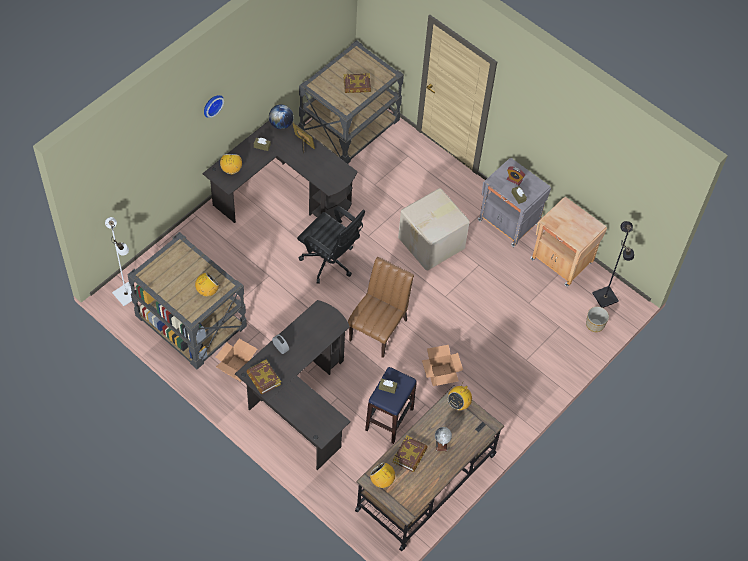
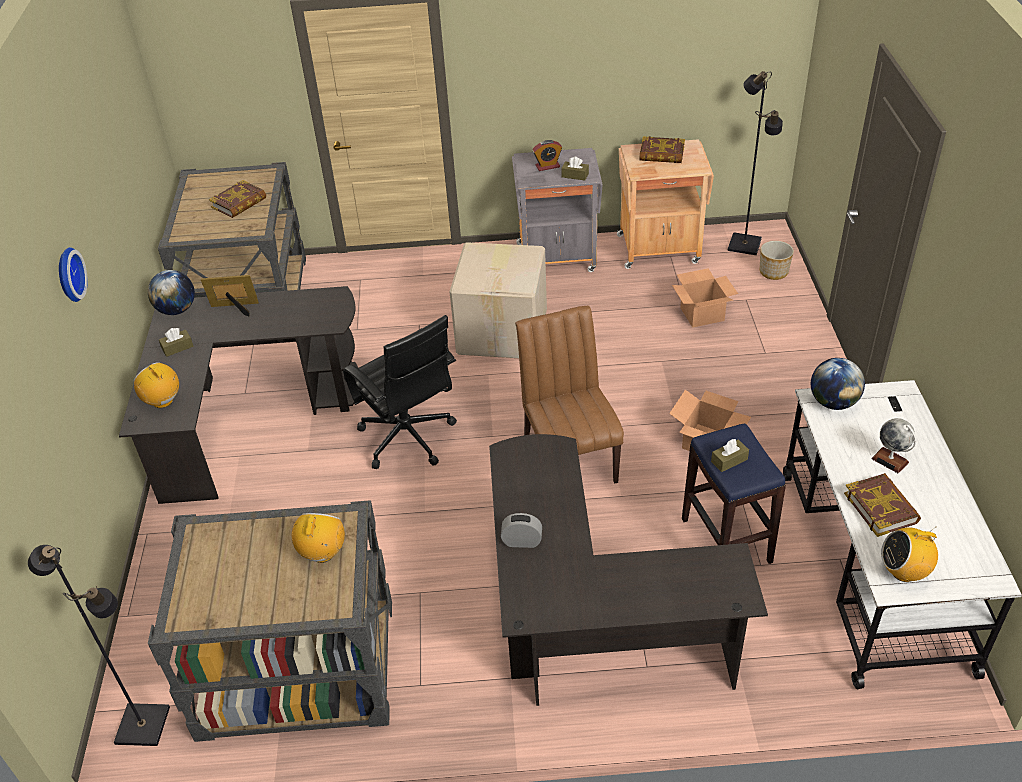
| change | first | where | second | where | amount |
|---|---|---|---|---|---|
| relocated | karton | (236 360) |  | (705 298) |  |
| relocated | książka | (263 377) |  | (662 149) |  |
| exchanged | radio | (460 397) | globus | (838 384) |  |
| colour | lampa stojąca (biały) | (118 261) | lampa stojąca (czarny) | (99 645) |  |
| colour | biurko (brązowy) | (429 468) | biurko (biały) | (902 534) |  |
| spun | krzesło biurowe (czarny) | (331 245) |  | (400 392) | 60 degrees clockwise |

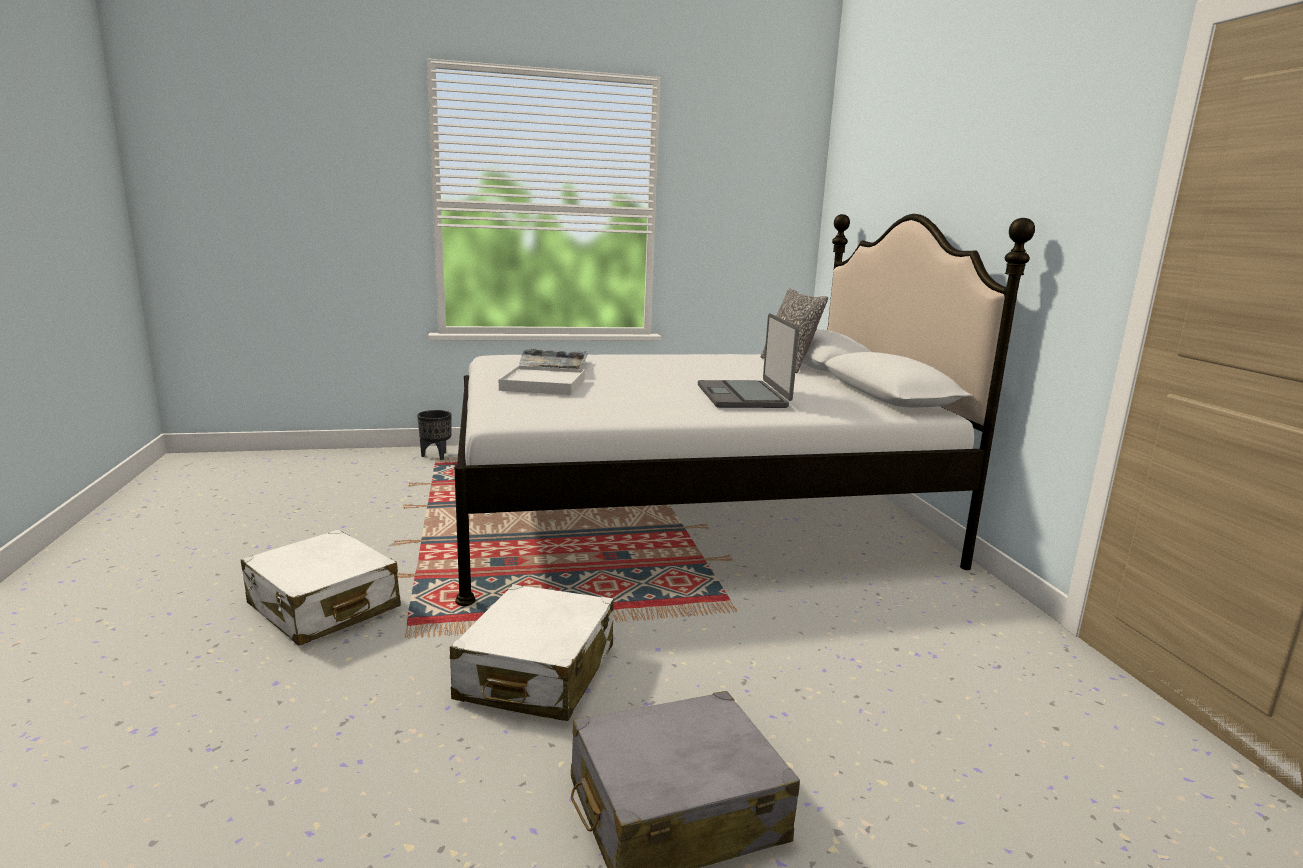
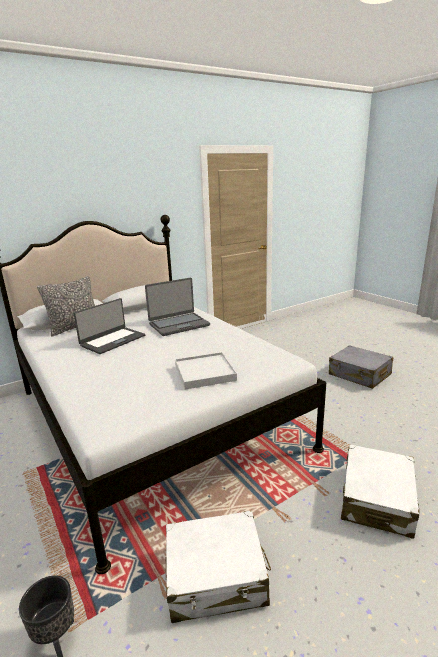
| change | first | where | second | where | amount |
|---|---|---|---|---|---|
| missing | taca (szary) | (553 359) |  |  |  |
| appeared |  |  | laptop | (109 326) |  |
| relocated | walizka (biały) | (532 652) |  | (218 567) |  |

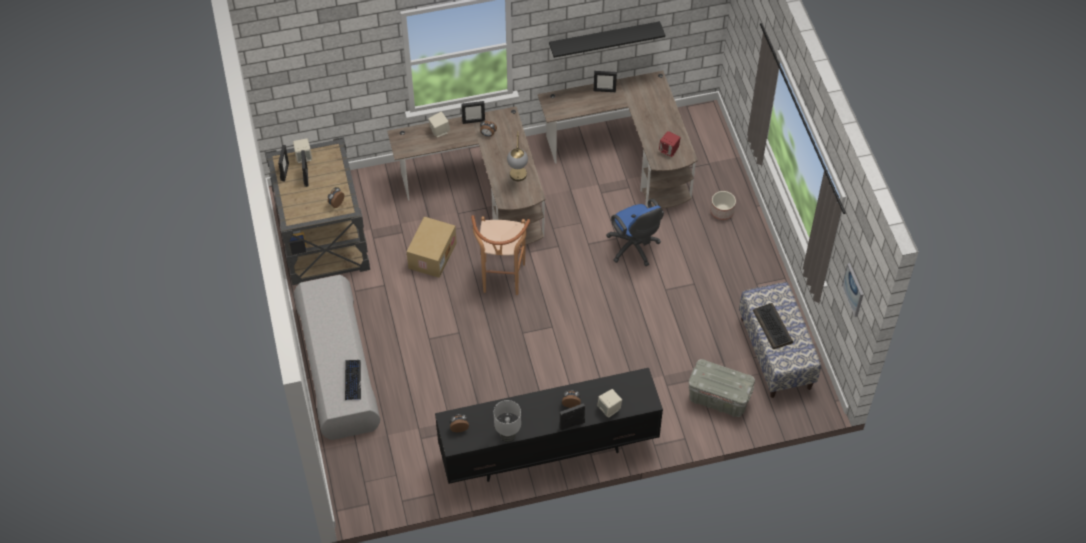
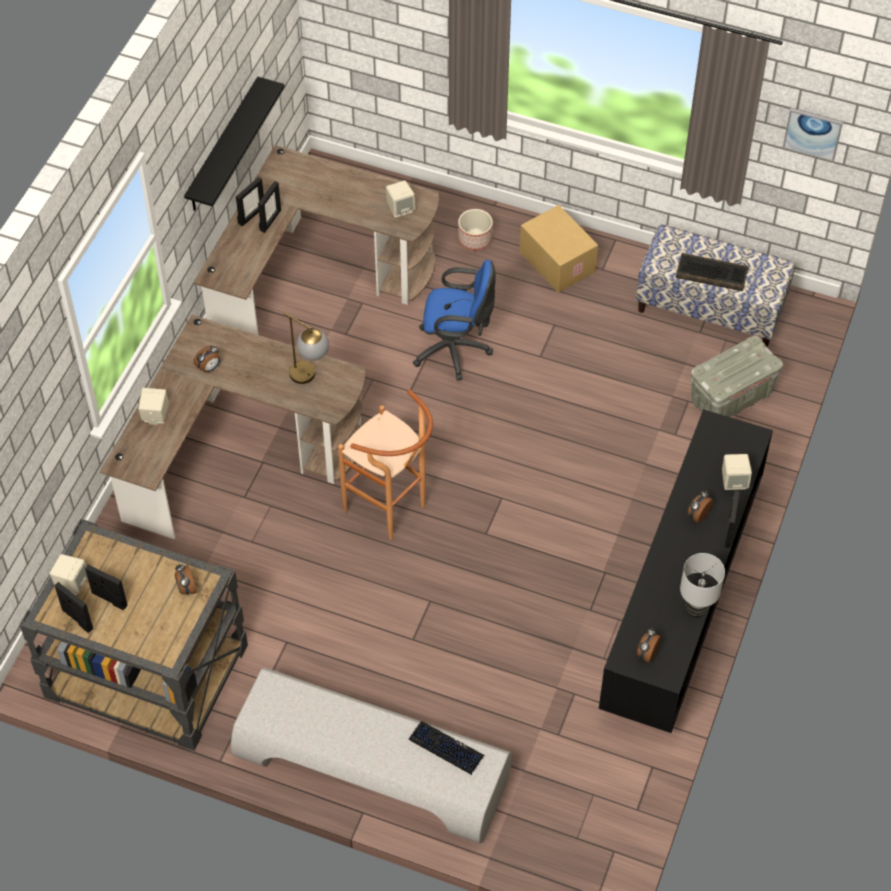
| change | first | where | second | where | amount |
|---|---|---|---|---|---|
| relocated | karton | (432 247) |  | (559 249) |  |
| relocated | ramka na zdjęcie | (473 112) |  | (269 207) |  |
| colour | głośnik (czerwony) | (669 144) | głośnik (beżowy) | (400 199) |  |

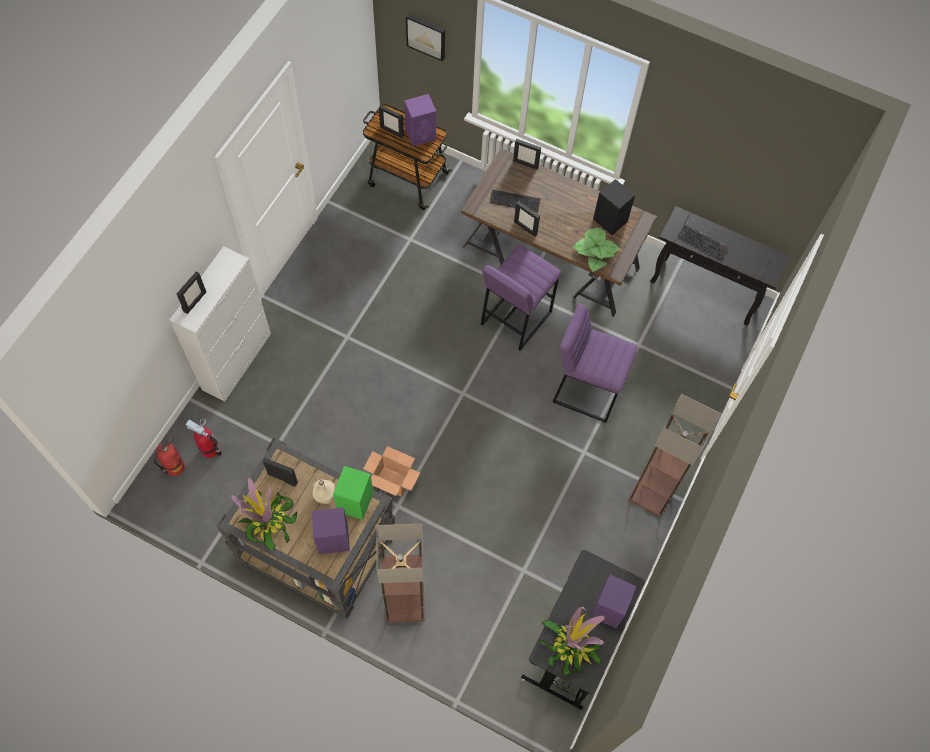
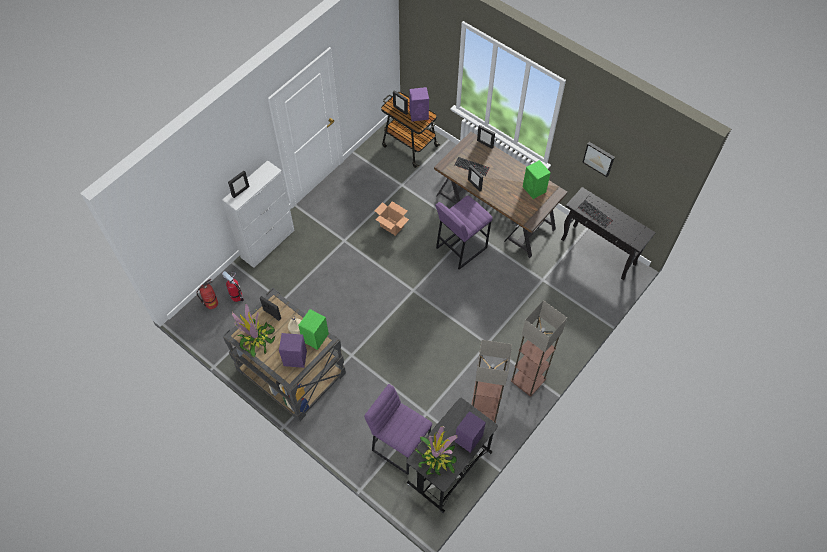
| change | first | where | second | where | amount |
|---|---|---|---|---|---|
| missing | roślina doniczkowa | (596 250) |  |  |  |
| relocated | karton | (391 471) |  | (392 218) |  |
| relocated | lampa stojąca | (400 573) |  | (491 381) |  |
| relocated | obraz | (425 37) |  | (598 159) |  |
| relocated | stołek (fioletowy) | (595 363) |  | (398 429) |  |
| colour | głośnik (czarny) | (614 207) | głośnik (zielony) | (537 179) |  |

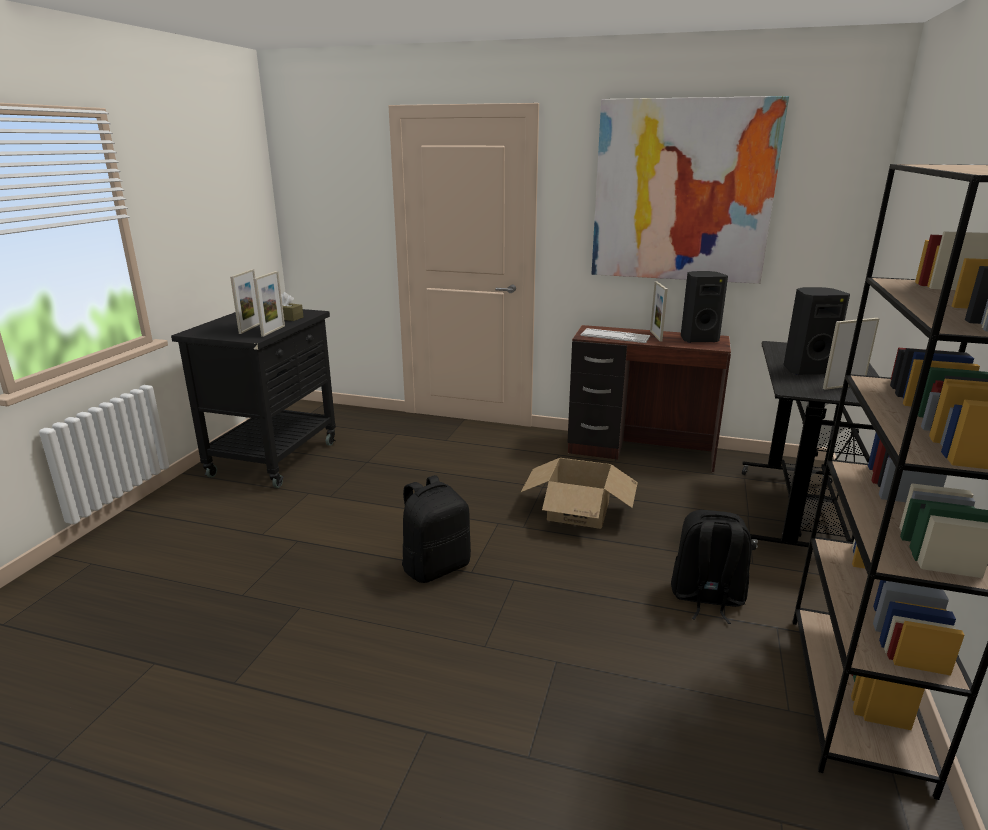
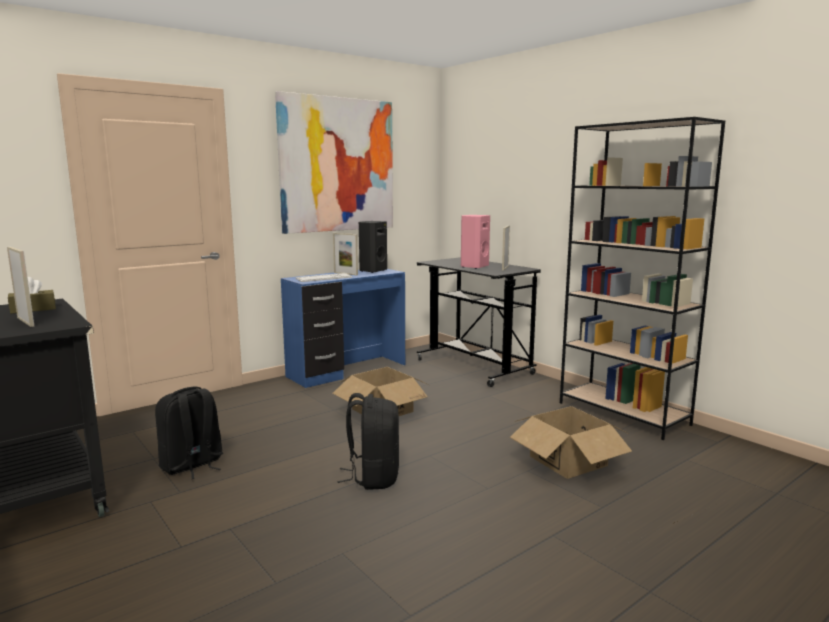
| change | first | where | second | where | amount |
|---|---|---|---|---|---|
| missing | ramka na zdjęcie | (269 304) |  |  |  |
| appeared |  |  | karton | (571 442) |  |
| relocated | plecak (czarny) | (711 567) |  | (189 433) |  |
| colour | biurko (brązowy) | (649 399) | biurko (niebieski) | (343 328) |  |
| colour | głośnik (czarny) | (817 331) | głośnik (różowy) | (475 242) |  |

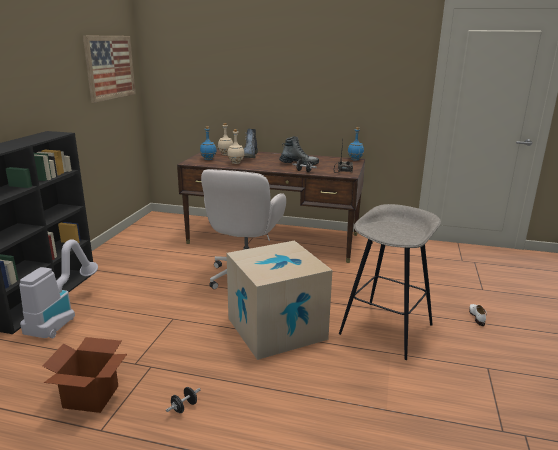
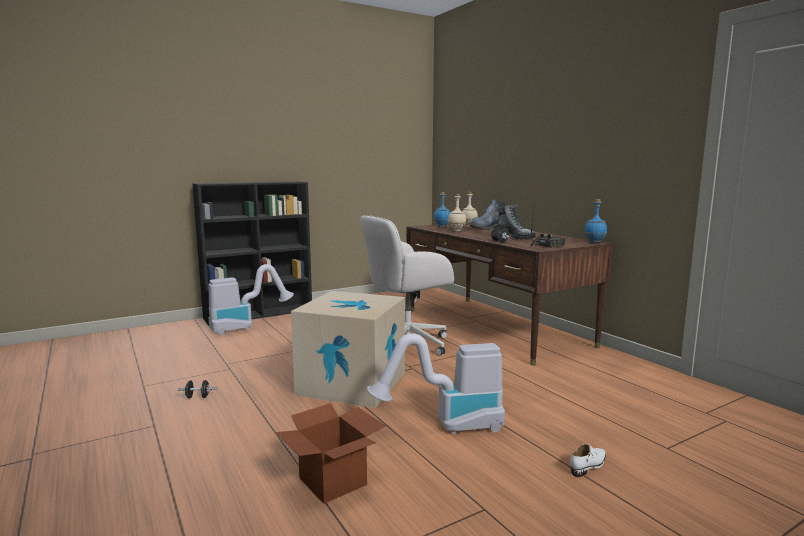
| change | first | where | second | where | amount |
|---|---|---|---|---|---|
| missing | obraz | (109 69) |  |  |  |
| relocated | karton | (85 375) |  | (330 453) |  |
| exchanged | stołek (szary) | (390 282) | odkurzacz | (436 383) |  |

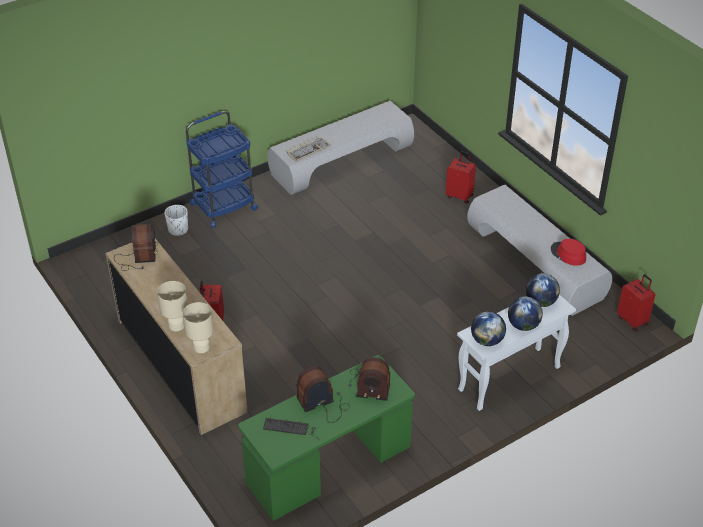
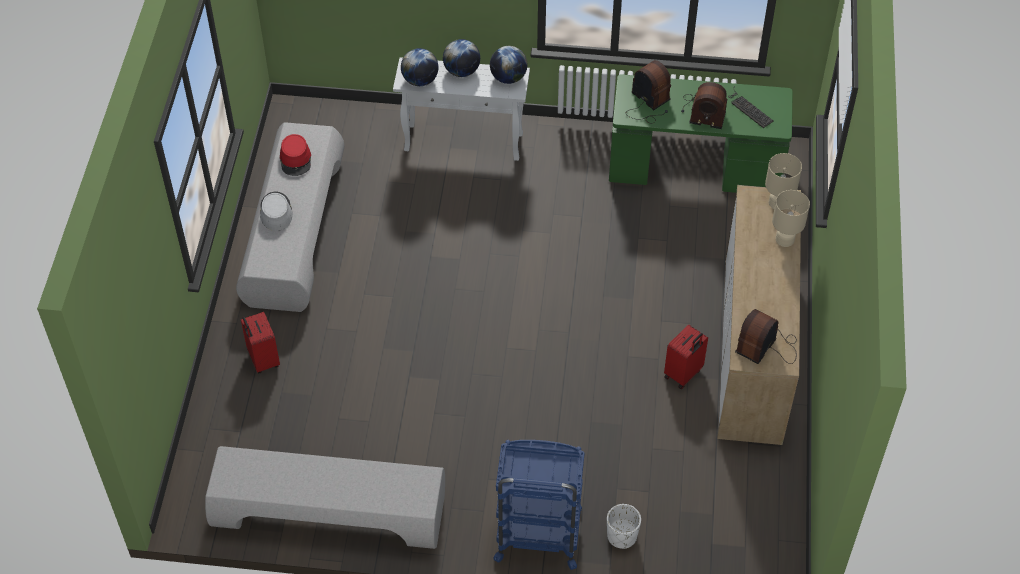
| change | first | where | second | where | amount |
|---|---|---|---|---|---|
| missing | klawiatura | (309 149) |  |  |  |
| missing | walizka (czerwony) | (636 302) |  |  |  |
| appeared |  |  | kapelusz (szary) | (276 211) |  |

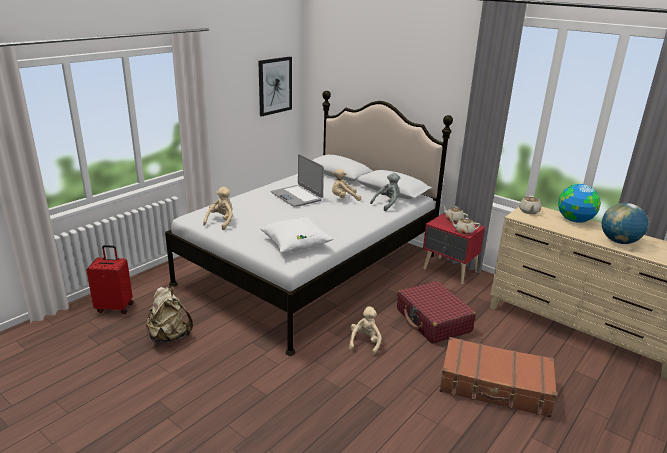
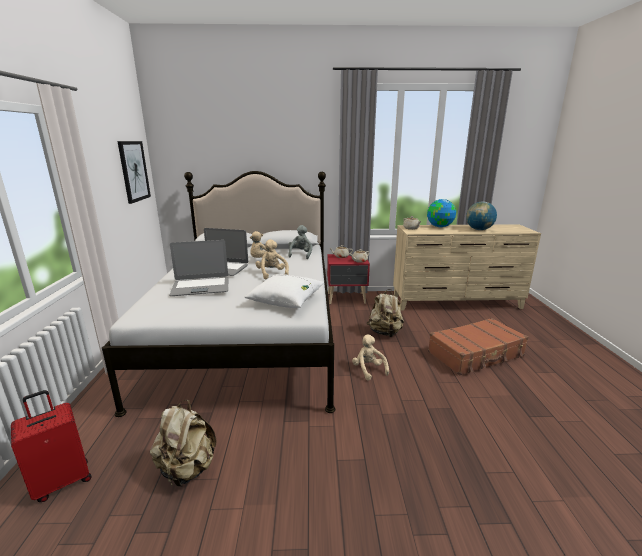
| change | first | where | second | where | amount |
|---|---|---|---|---|---|
| appeared |  |  | laptop | (199 268) |  |
| relocated | pluszak (beżowy) | (218 208) |  | (272 259) |  |
| exchanged | walizka (czerwony) | (436 312) | plecak (beżowy) | (385 313) |  |

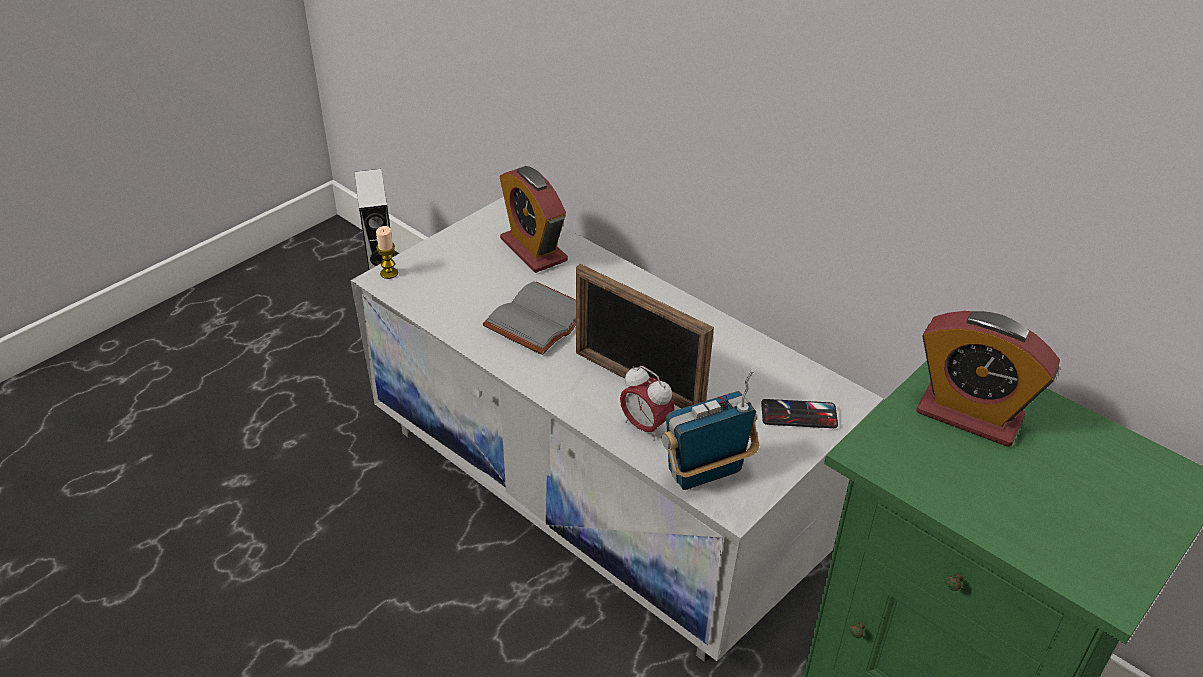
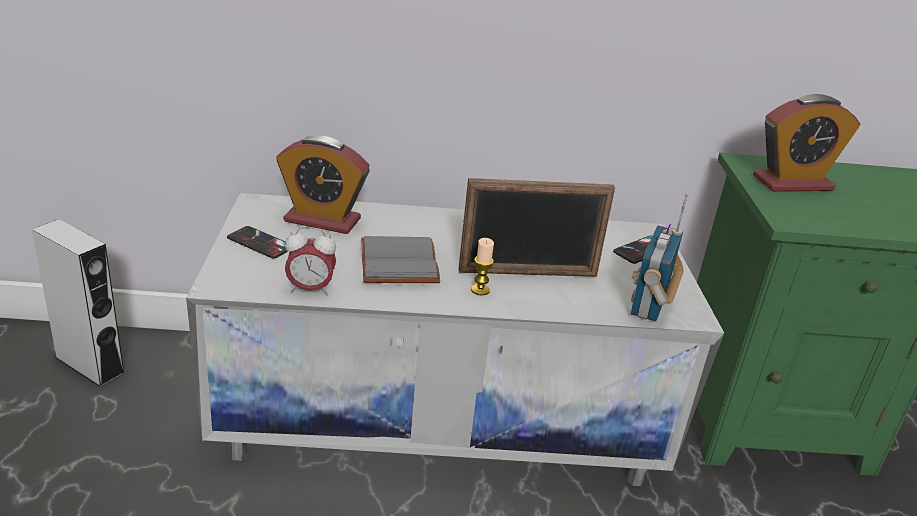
| change | first | where | second | where | amount |
|---|---|---|---|---|---|
| appeared |  |  | telefon | (257 242) |  |
| relocated | świeca | (387 252) |  | (482 267) |  |
| relocated | budzik | (647 403) |  | (310 261) |  |

